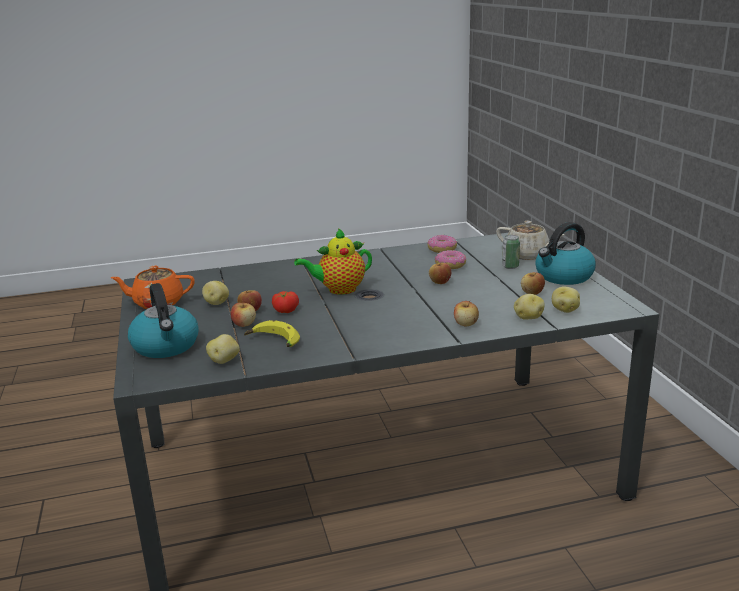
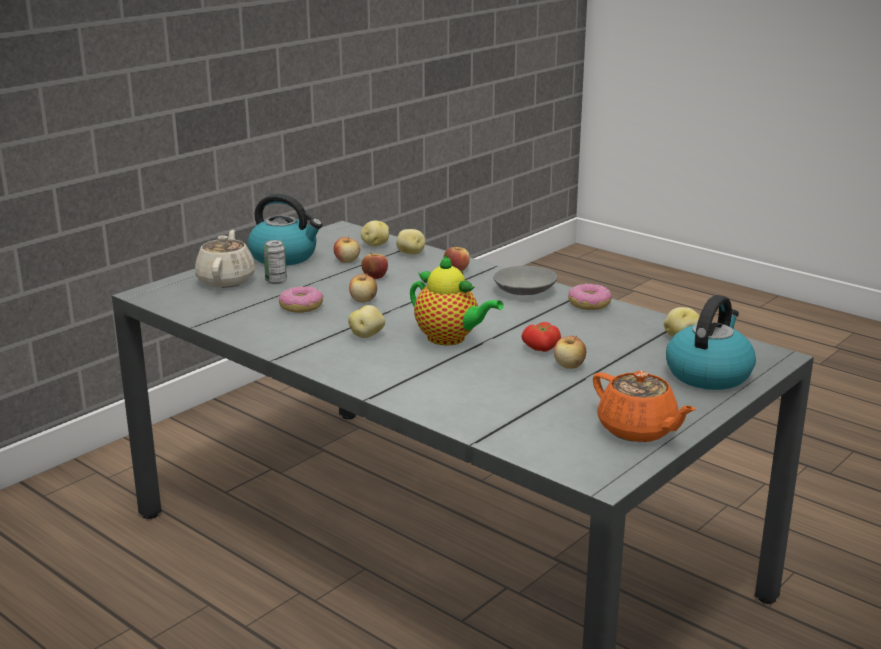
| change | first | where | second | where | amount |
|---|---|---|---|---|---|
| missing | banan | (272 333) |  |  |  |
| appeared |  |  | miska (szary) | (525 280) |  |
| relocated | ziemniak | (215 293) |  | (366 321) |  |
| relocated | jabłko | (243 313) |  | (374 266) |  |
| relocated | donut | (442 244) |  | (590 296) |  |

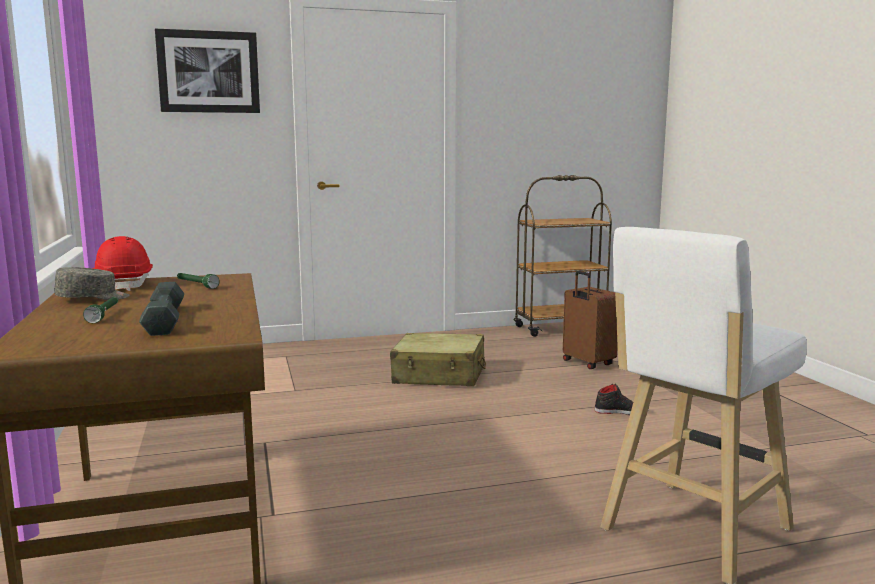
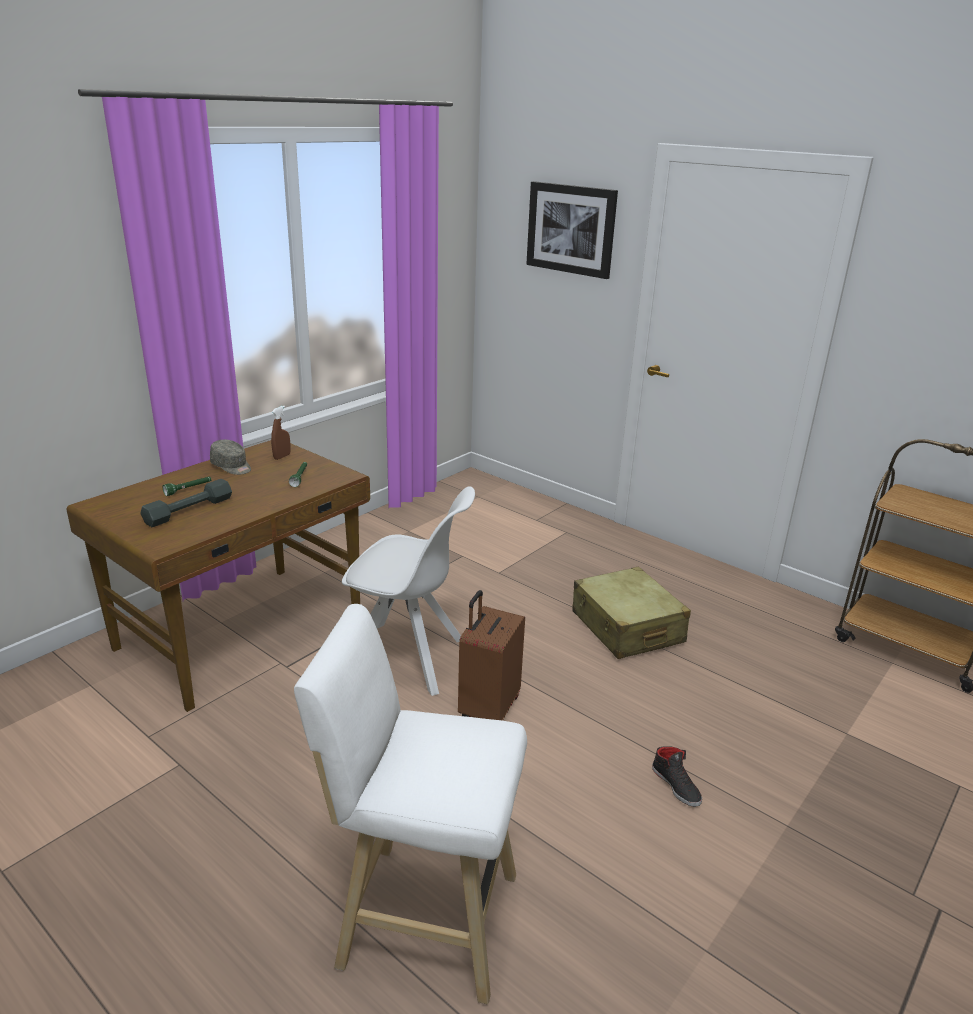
| change | first | where | second | where | amount |
|---|---|---|---|---|---|
| appeared |  |  | krzesło (biały) | (408 591) |  |
| relocated | walizka (brązowy) | (590 320) |  | (491 655) |  |
| exchanged | kask (czerwony) | (123 263) | spryskiwacz (brązowy) | (281 433) |  |

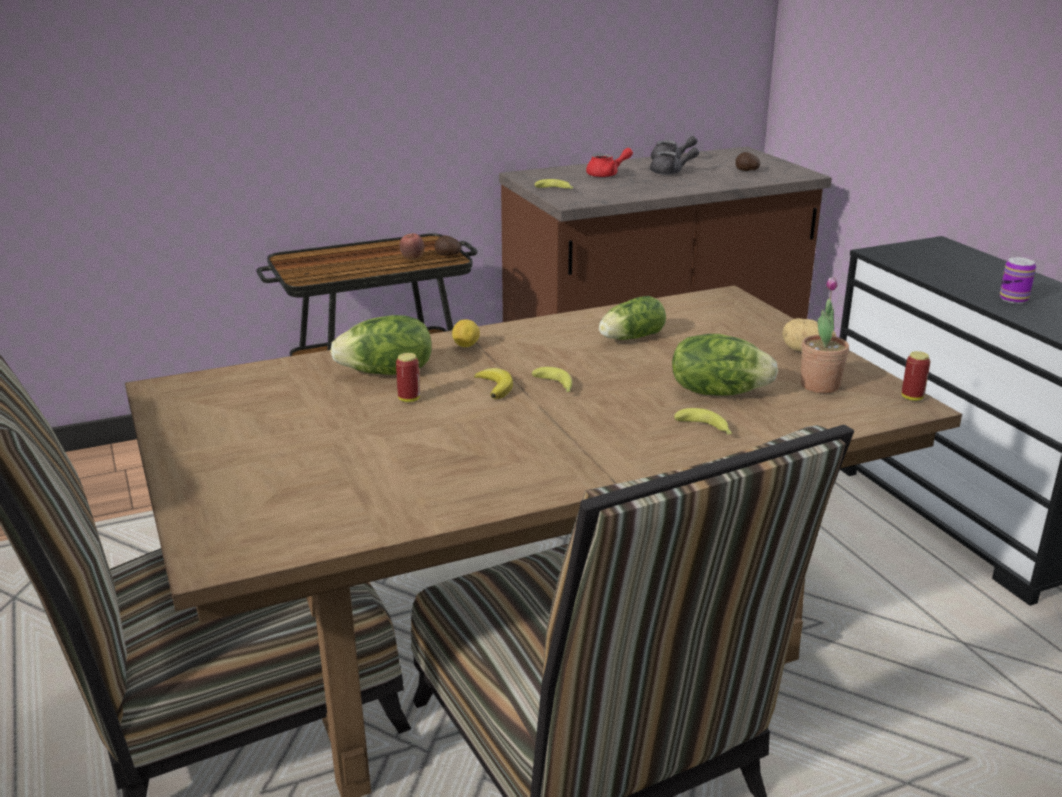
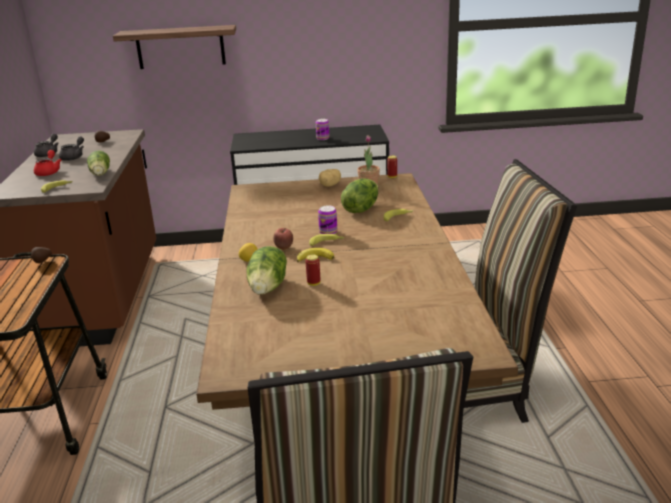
| change | first | where | second | where | amount |
|---|---|---|---|---|---|
| appeared |  |  | półka | (174 47) |  |
| appeared |  |  | puszka | (327 220) |  |
| relocated | jabłko | (412 246) |  | (283 239) |  |
| relocated | sałata | (632 318) |  | (98 163) |  |

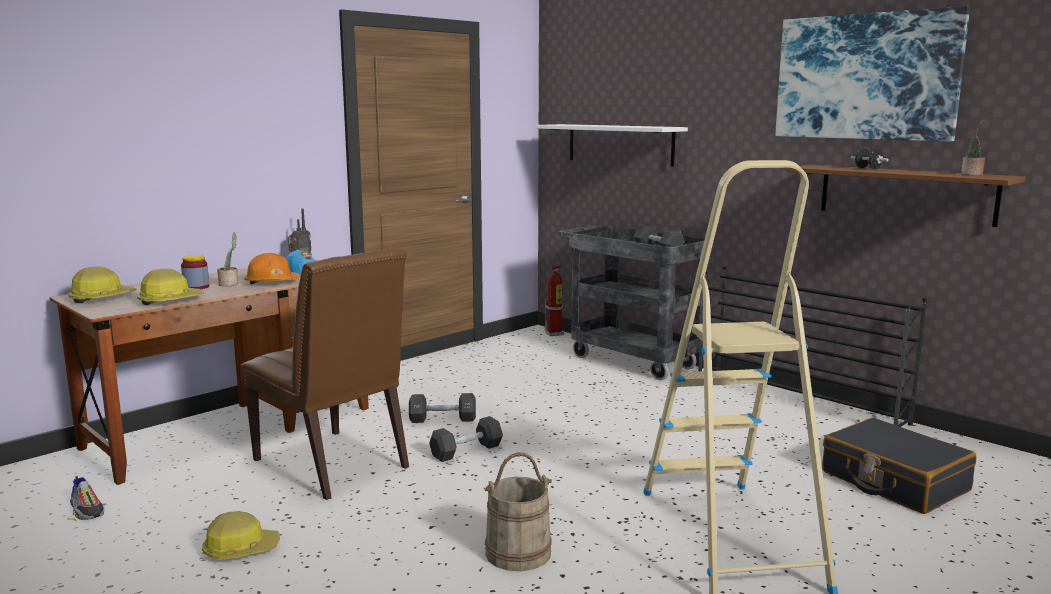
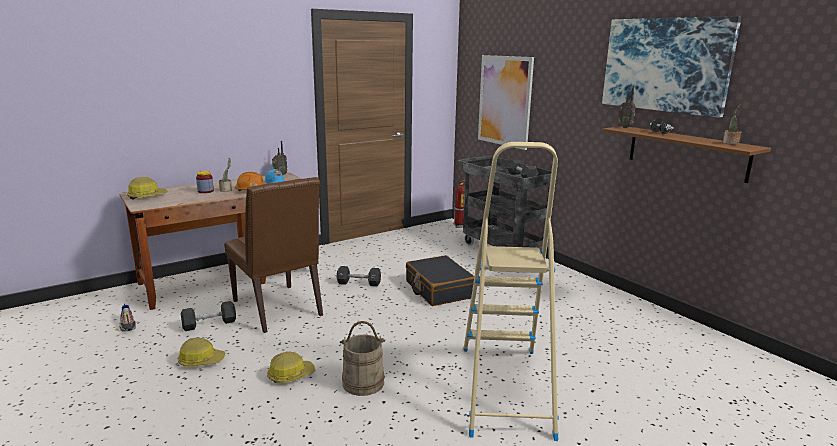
| change | first | where | second | where | amount |
|---|---|---|---|---|---|
| missing | regał na buty (czarny) | (812 347) |  |  |  |
| appeared |  |  | radio | (627 107) |  |
| relocated | kask | (170 287) |  | (291 367) |  |
| relocated | hantel (czarny) | (466 439) |  | (208 316) |  |
| relocated | walizka (czarny) | (899 466) |  | (440 280) |  |
| exchanged | półka (biały) | (611 145) | obraz | (506 102) |  |

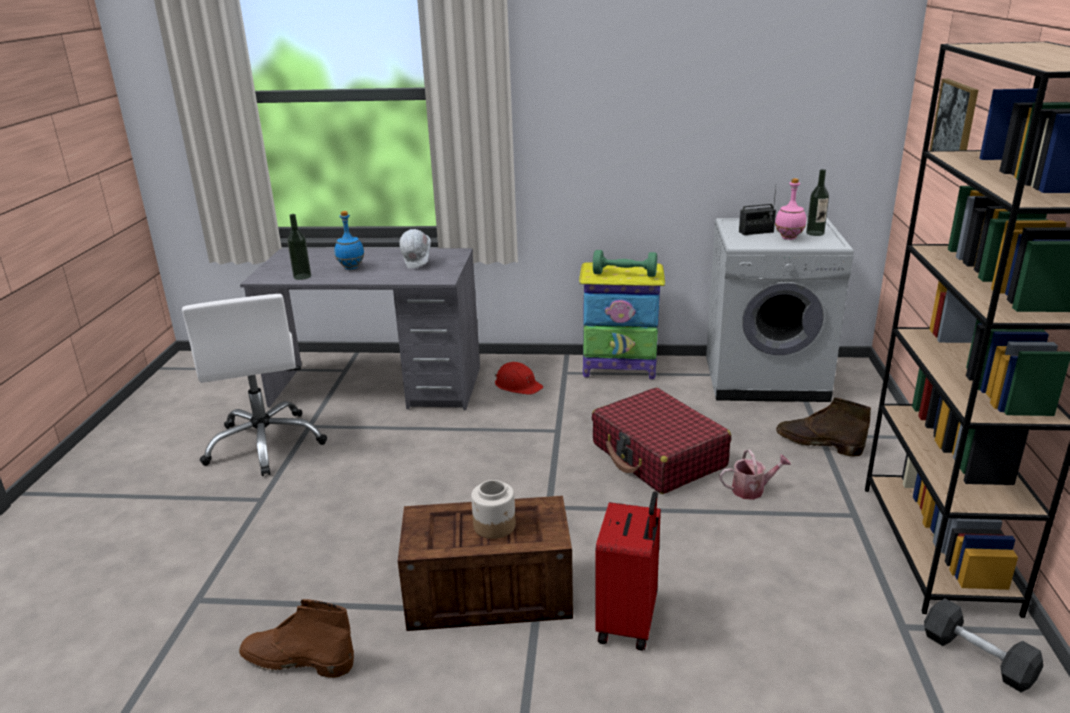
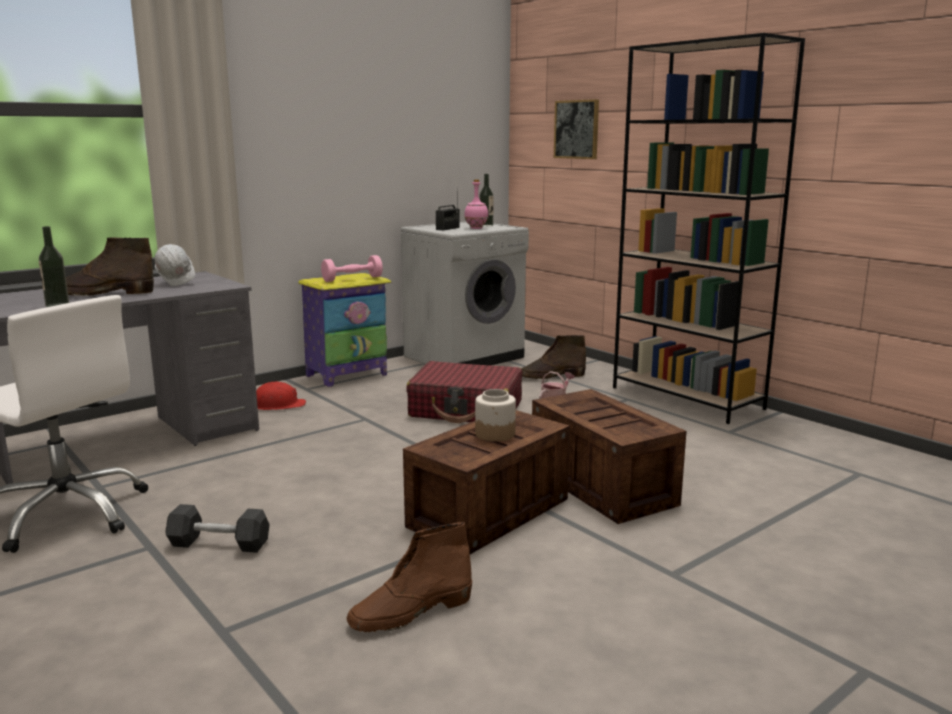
| change | first | where | second | where | amount |
|---|---|---|---|---|---|
| relocated | hantel (szary) | (983 645) |  | (217 528) |  |
| exchanged | butelka (niebieski) | (349 240) | but z cholewką (brązowy) | (110 266) |  |
| exchanged | walizka (czerwony) | (628 571) | skrzynka | (609 456) |  |
| colour | hantel (zielony) | (625 263) | hantel (różowy) | (352 268) |  |

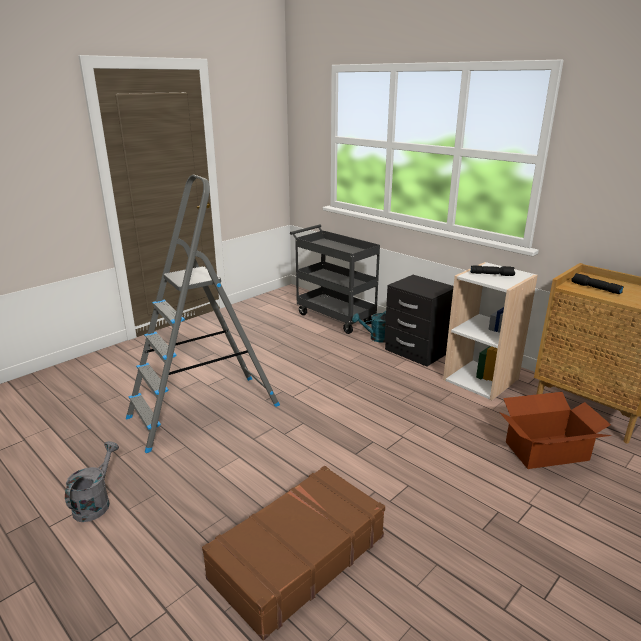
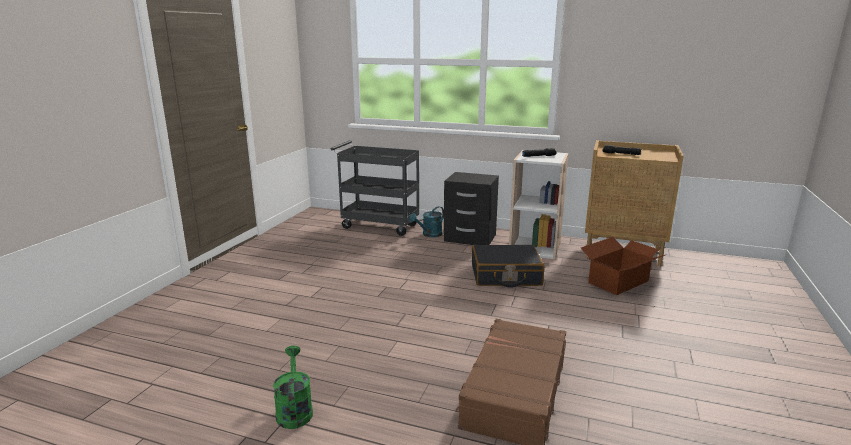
| change | first | where | second | where | amount |
|---|---|---|---|---|---|
| missing | drabinka (szary) | (203 314) |  |  |  |
| appeared |  |  | walizka (czarny) | (508 266) |  |
| colour | konewka (szary) | (92 481) | konewka (zielony) | (293 387) |  |

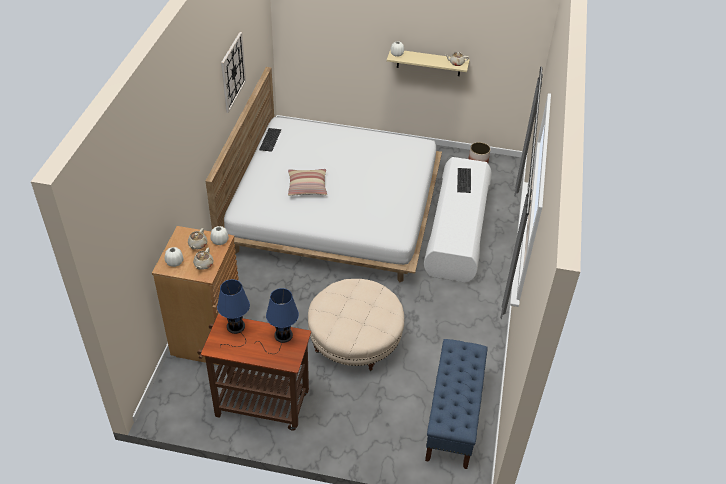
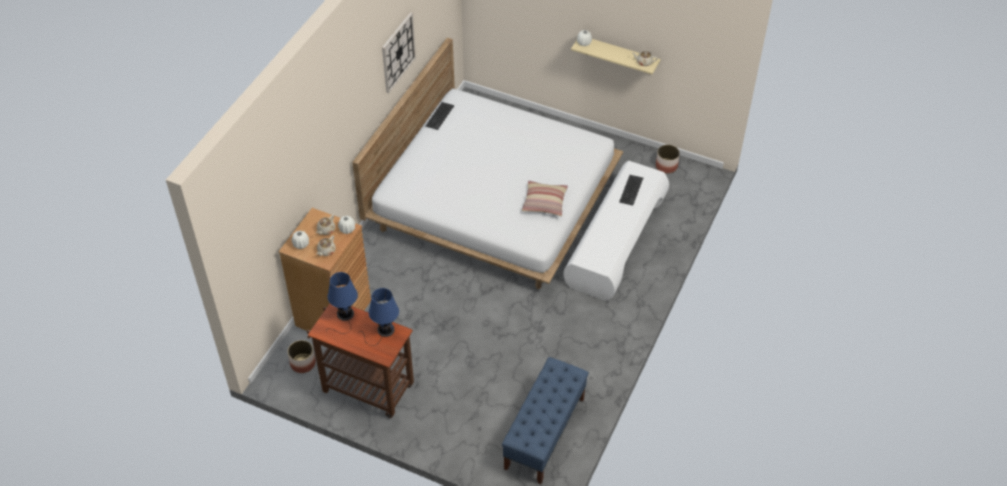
| change | first | where | second | where | amount |
|---|---|---|---|---|---|
| missing | pufa (beżowy) | (356 325) |  |  |  |
| appeared |  |  | donica | (302 356) |  |
| relocated | poduszka | (307 182) |  | (545 198) |  |

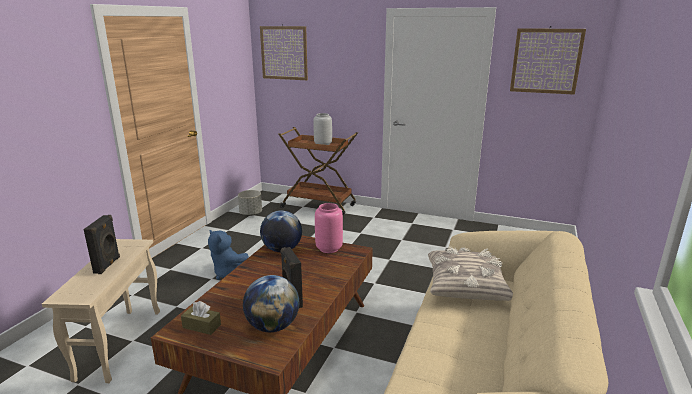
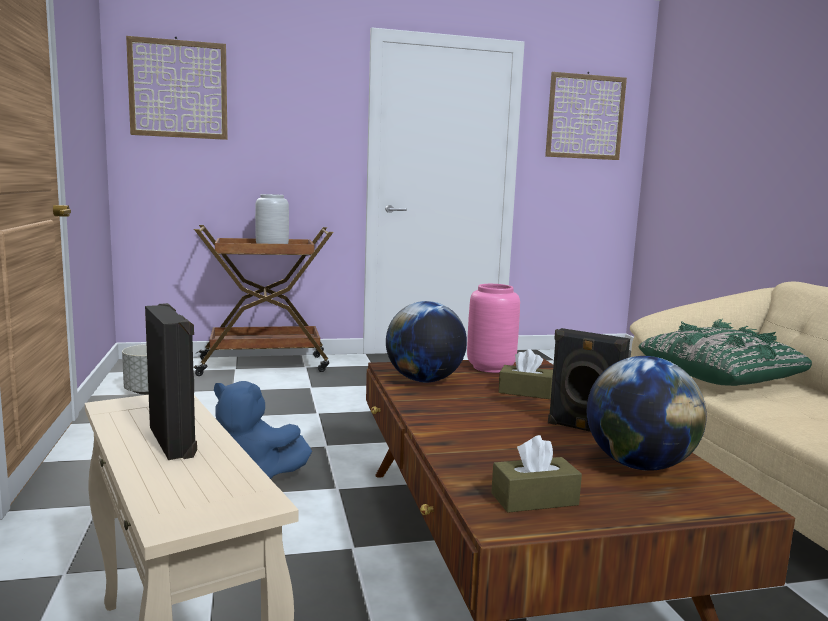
| change | first | where | second | where | amount |
|---|---|---|---|---|---|
| appeared |  |  | pudełko chusteczek (brązowy) | (526 374) |  |
| colour | poduszka (beżowy) | (470 273) | poduszka (zielony) | (725 352) |  |

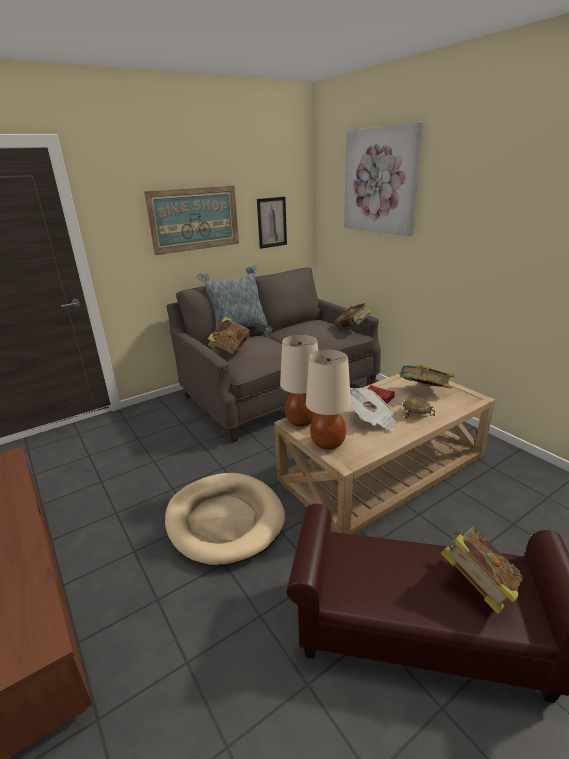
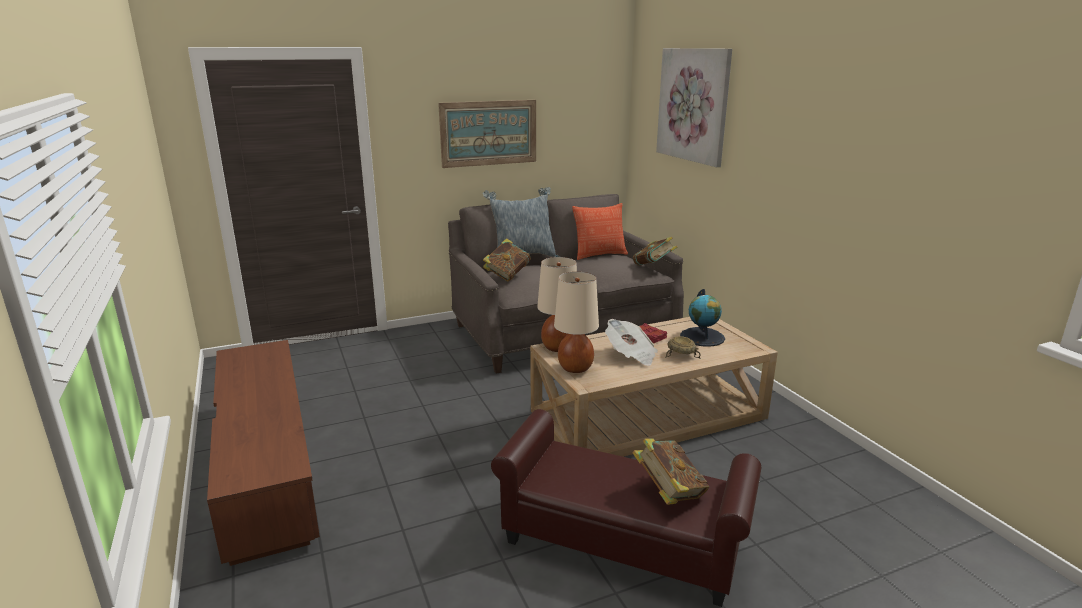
| change | first | where | second | where | amount |
|---|---|---|---|---|---|
| missing | legowisko (beżowy) | (225 519) |  |  |  |
| missing | obraz | (272 223) |  |  |  |
| appeared |  |  | poduszka (pomarańczowy) | (600 231) |  |
| exchanged | książka | (427 376) | globus | (702 318) |  |

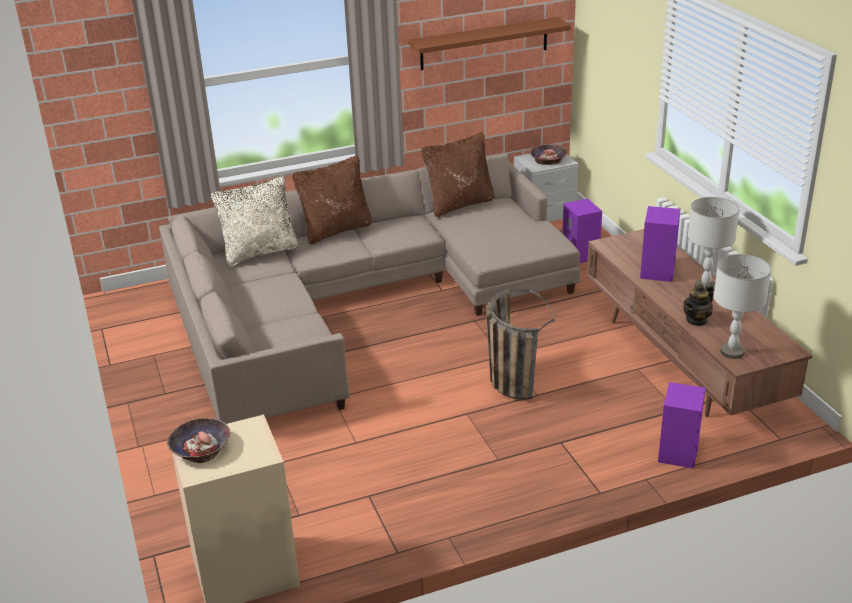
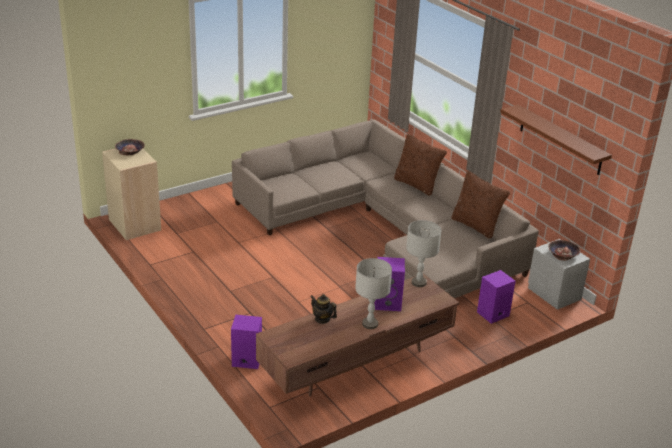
| change | first | where | second | where | amount |
|---|---|---|---|---|---|
| missing | poduszka (beżowy) | (254 221) |  |  |  |
| missing | koszyk | (520 344) |  |  |  |
| relocated | lampa stołowa (szary) | (742 306) |  | (423 253) |  |

